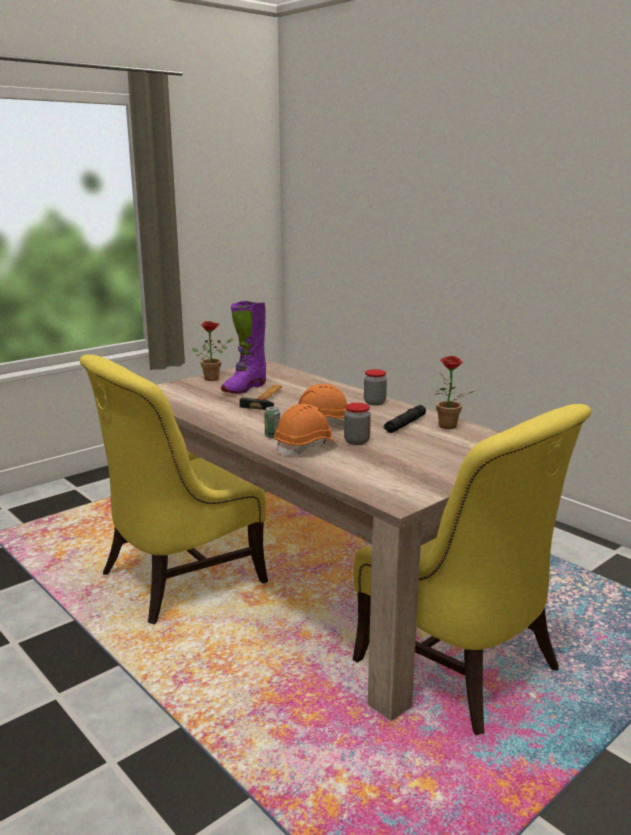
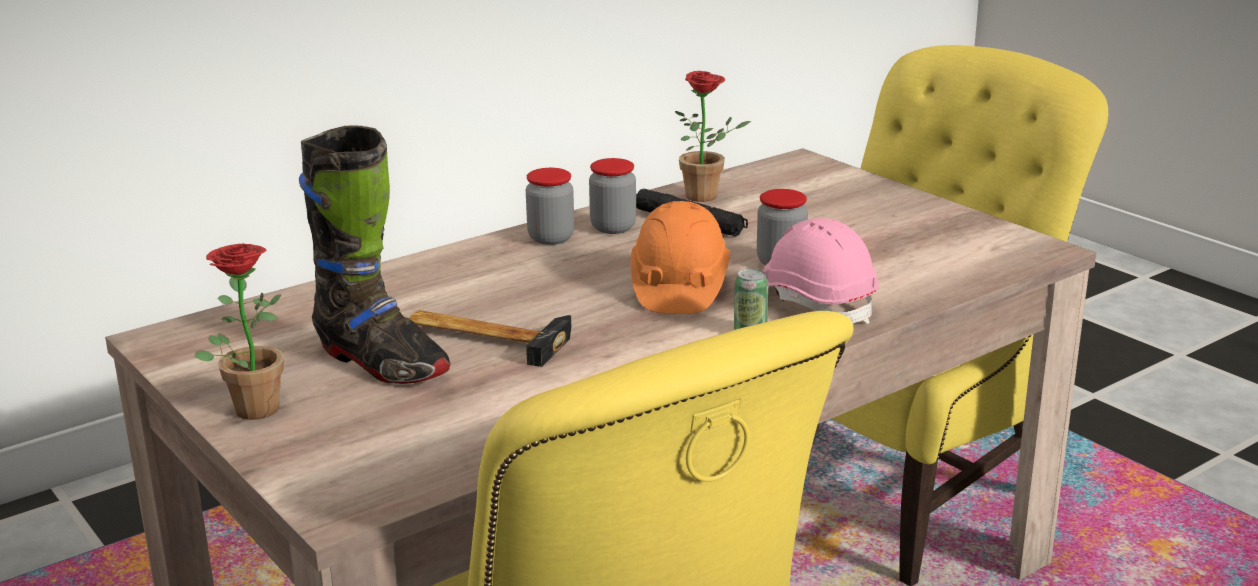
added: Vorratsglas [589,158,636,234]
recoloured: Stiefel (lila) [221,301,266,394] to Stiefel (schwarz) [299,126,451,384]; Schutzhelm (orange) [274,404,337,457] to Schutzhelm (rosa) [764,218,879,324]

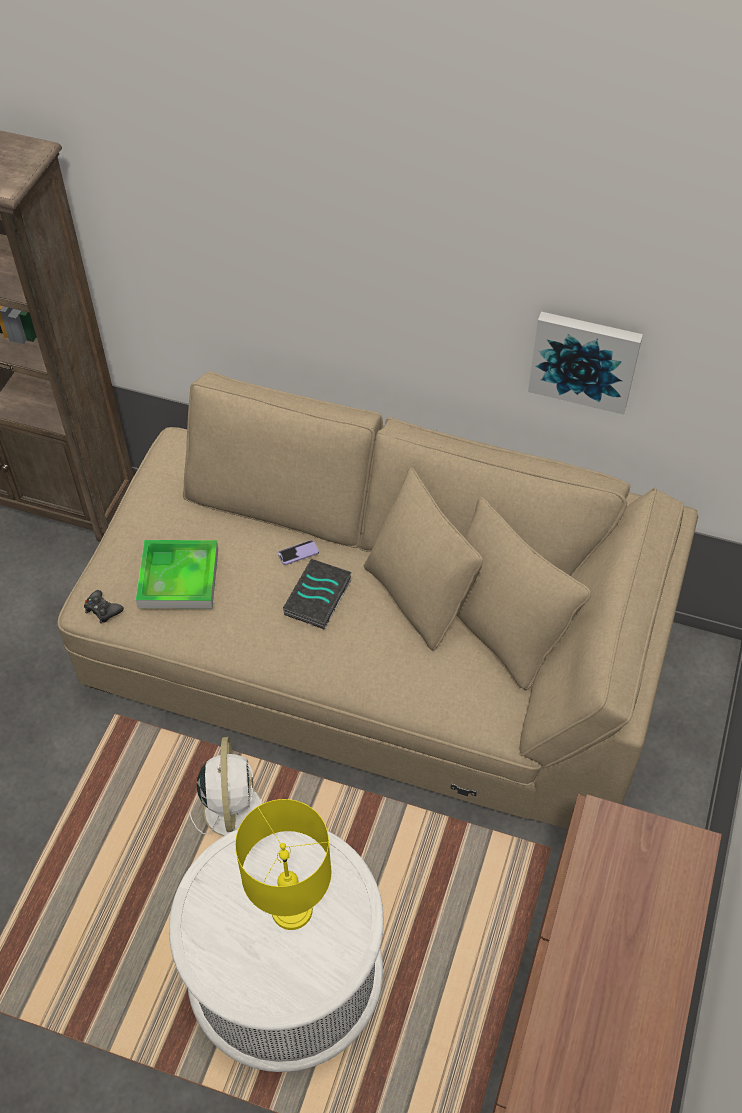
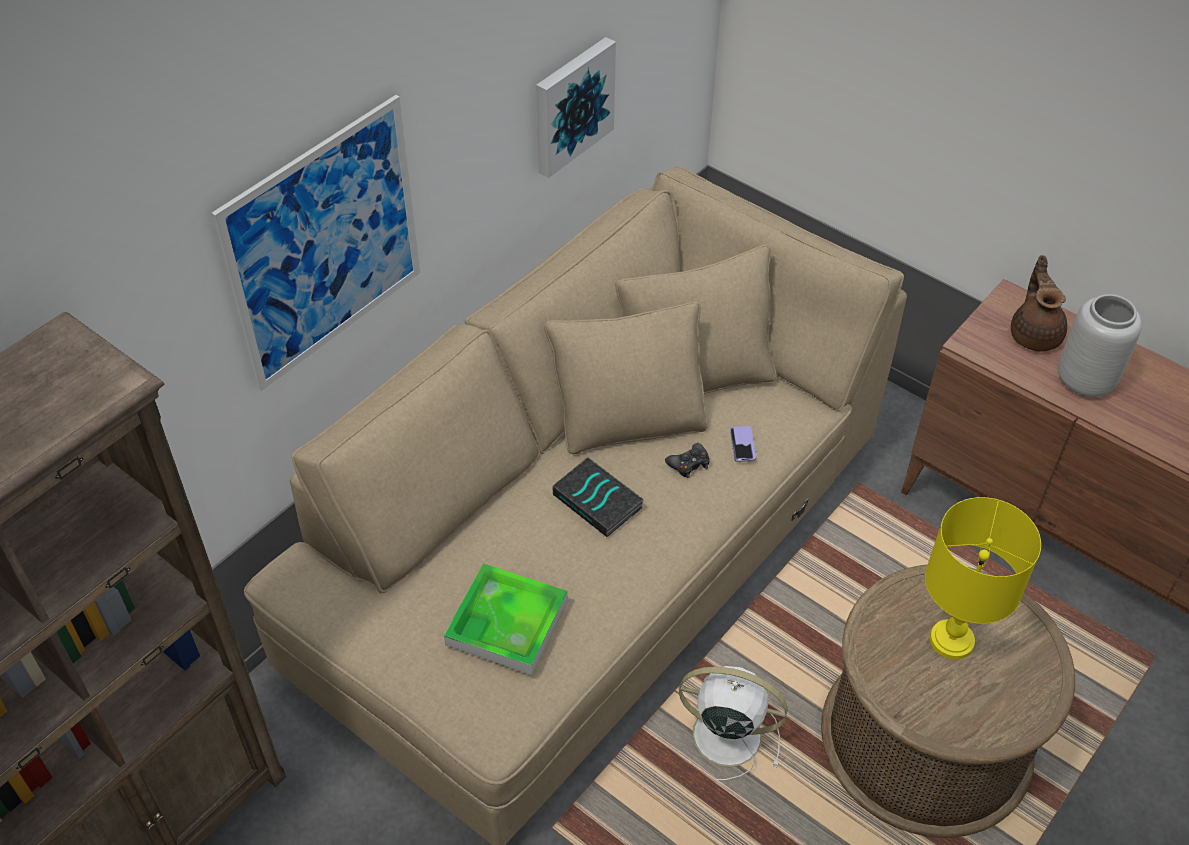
added: Bild [211,95,420,391]; Teekanne (braun) [1011,255,1067,351]; Vase (grau) [1058,294,1142,397]
moved: Gamepad (schwarz) [84,590,124,624] to [665,443,709,478]; Handy [278,540,319,565] to [730,426,756,462]
recoloured: Couchtisch (weiß) [169,829,384,1072] to Couchtisch (braun) [821,564,1075,838]

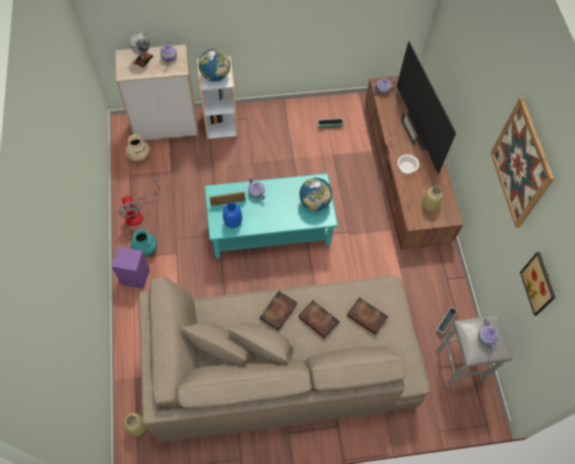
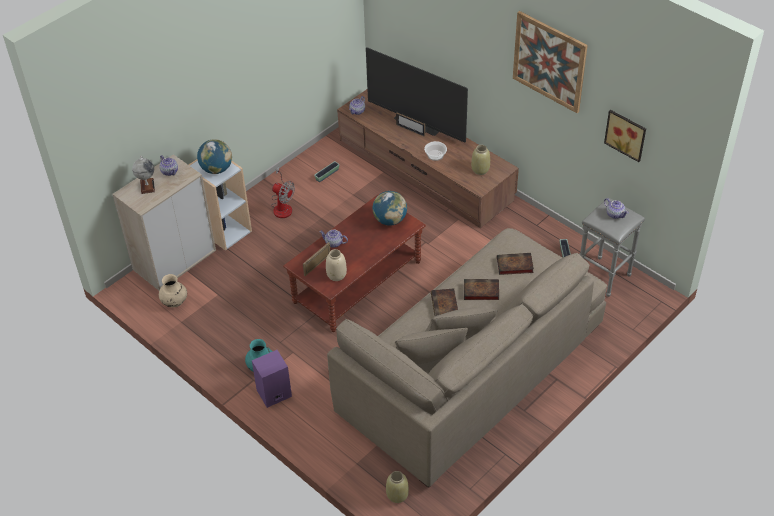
moved: Ventilator [118,177,159,226] to [271,166,295,218]
recoloured: Couchtisch (türkis) [205,173,338,259] to Couchtisch (braun) [283,194,426,332]; Vase (blau) [223,202,242,228] to Vase (beige) [326,249,347,281]

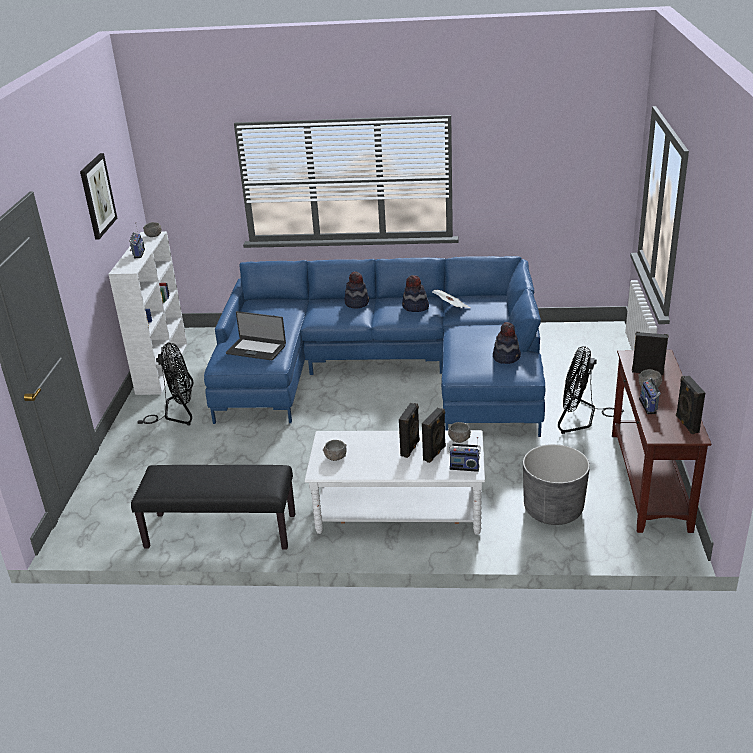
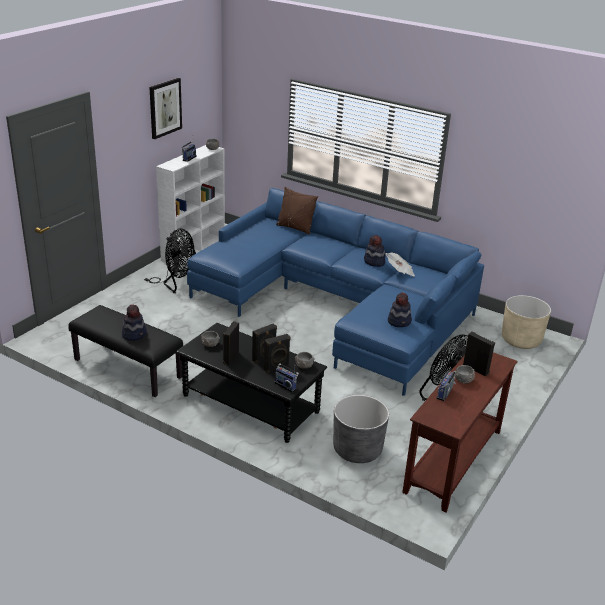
removed: Laptop [226,311,286,360]
added: Kissen (braun) [276,187,318,234]; Pflanzkübel (beige) [502,295,551,349]
moved: Hut [345,272,369,309] to [122,304,147,341]; Lautsprecher (schwarz) [676,376,705,434] to [223,321,239,365]
recoloured: Couchtisch (weiß) [305,430,485,535] to Couchtisch (schwarz) [176,323,327,443]

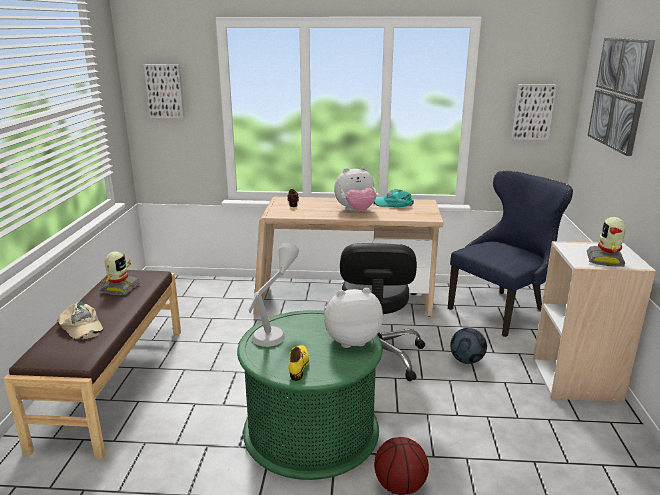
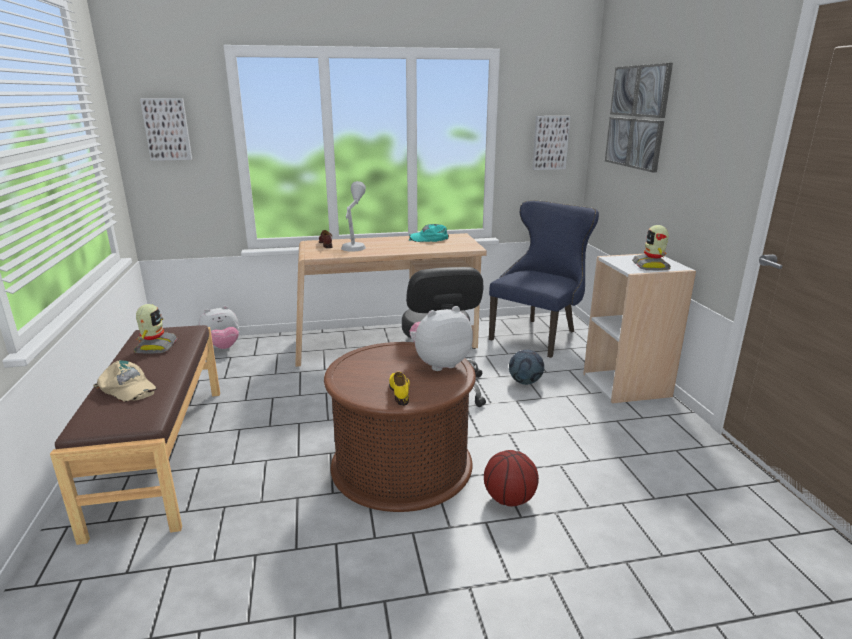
moved: Plüschtier [334,167,376,211] to [198,306,239,349]; Tischlampe (grau) [248,243,299,347] to [341,181,366,252]
recoloured: Couchtisch (grün) [237,310,383,480] to Couchtisch (braun) [324,342,476,512]

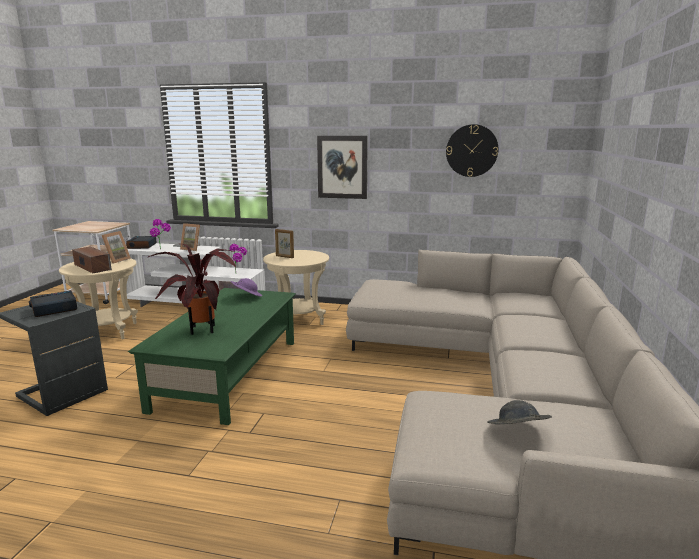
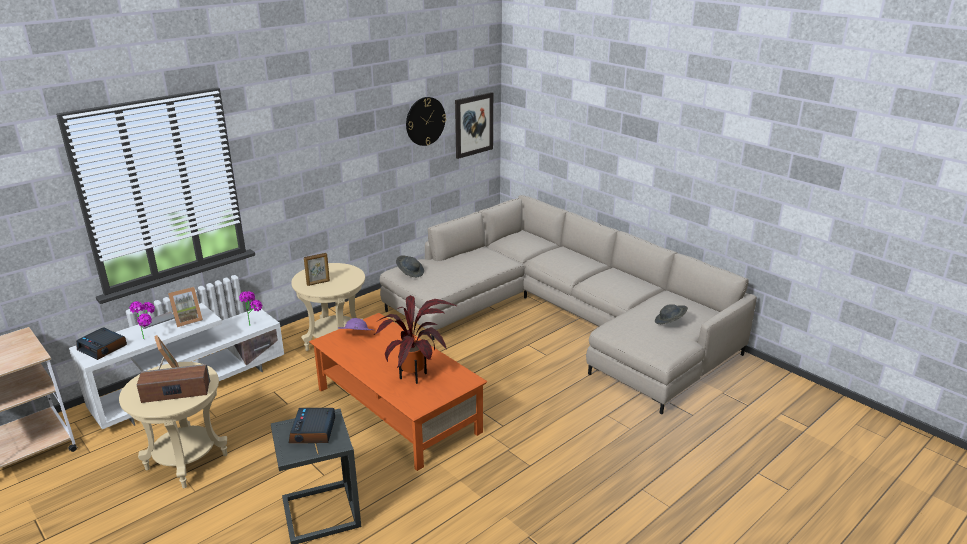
added: Hut (grau) [396,255,424,277]
moved: Bild [317,136,368,199] to [455,92,493,159]
recoloured: Couchtisch (grün) [128,288,296,425] to Couchtisch (orange) [309,313,488,471]

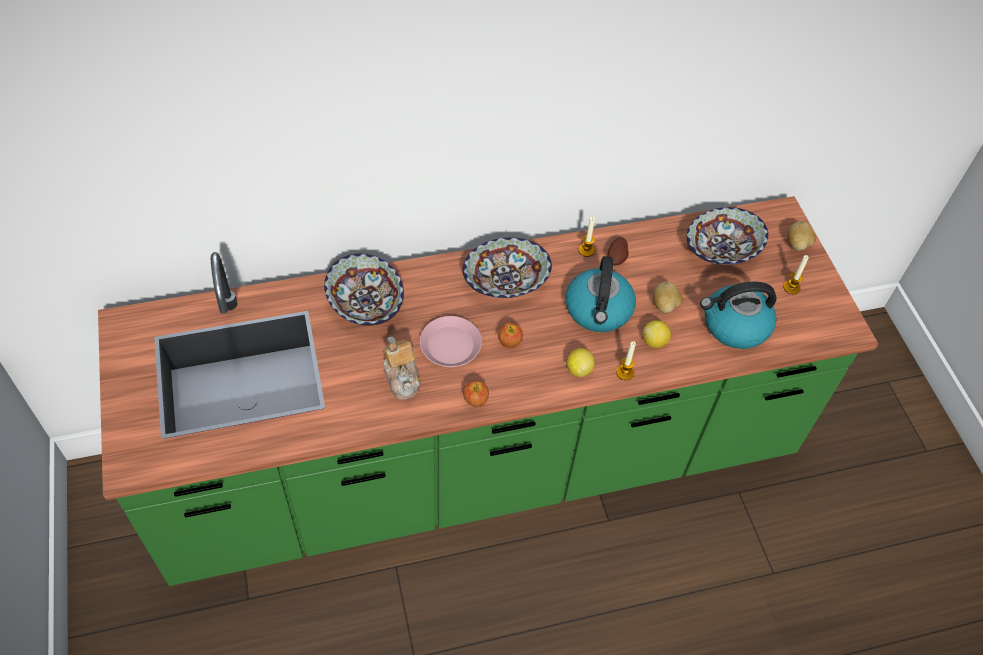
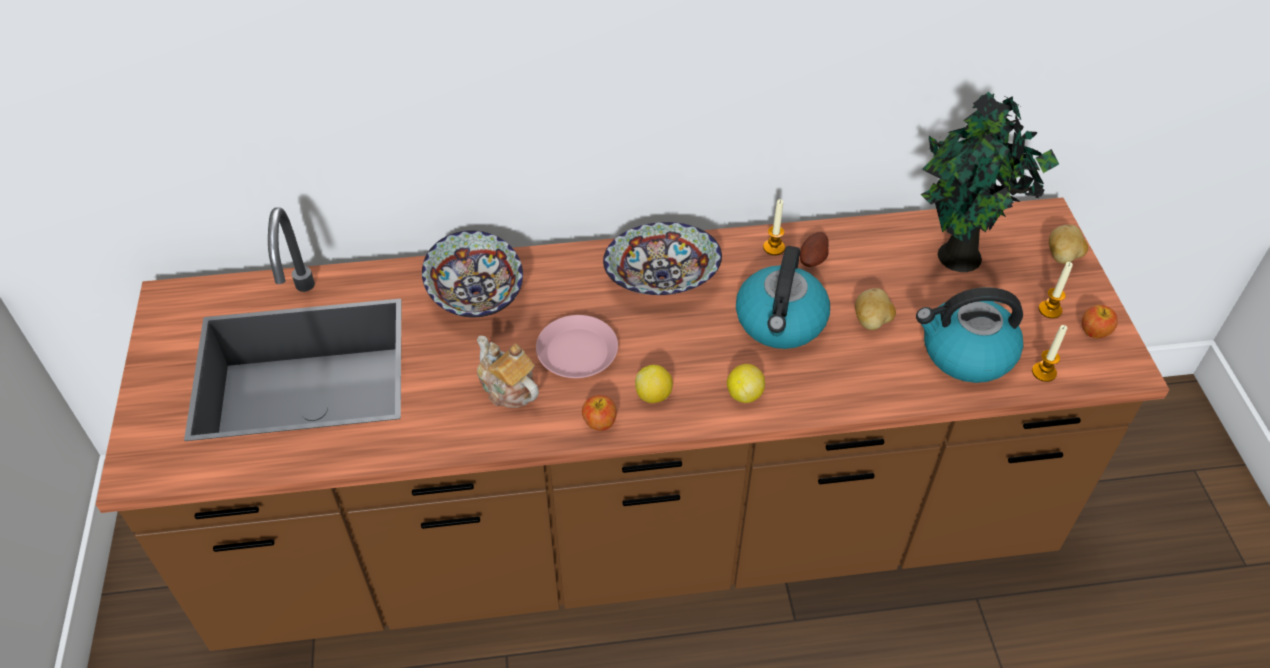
moved: Zitrone [643,320,671,348] to [635,365,673,403]; Kerze [616,341,636,380] to [1032,325,1067,382]; Apfel [498,323,523,348] to [1082,305,1118,338]
replaced: Schüssel [687,207,768,265] to Topfpflanze [921,92,1059,272]
recoloured: Küchenzeile (grün) [98,196,878,586] to Küchenzeile (braun) [95,197,1170,651]
turned: Teekanne [383,337,420,400] = [477,336,539,408] 150 degrees clockwise

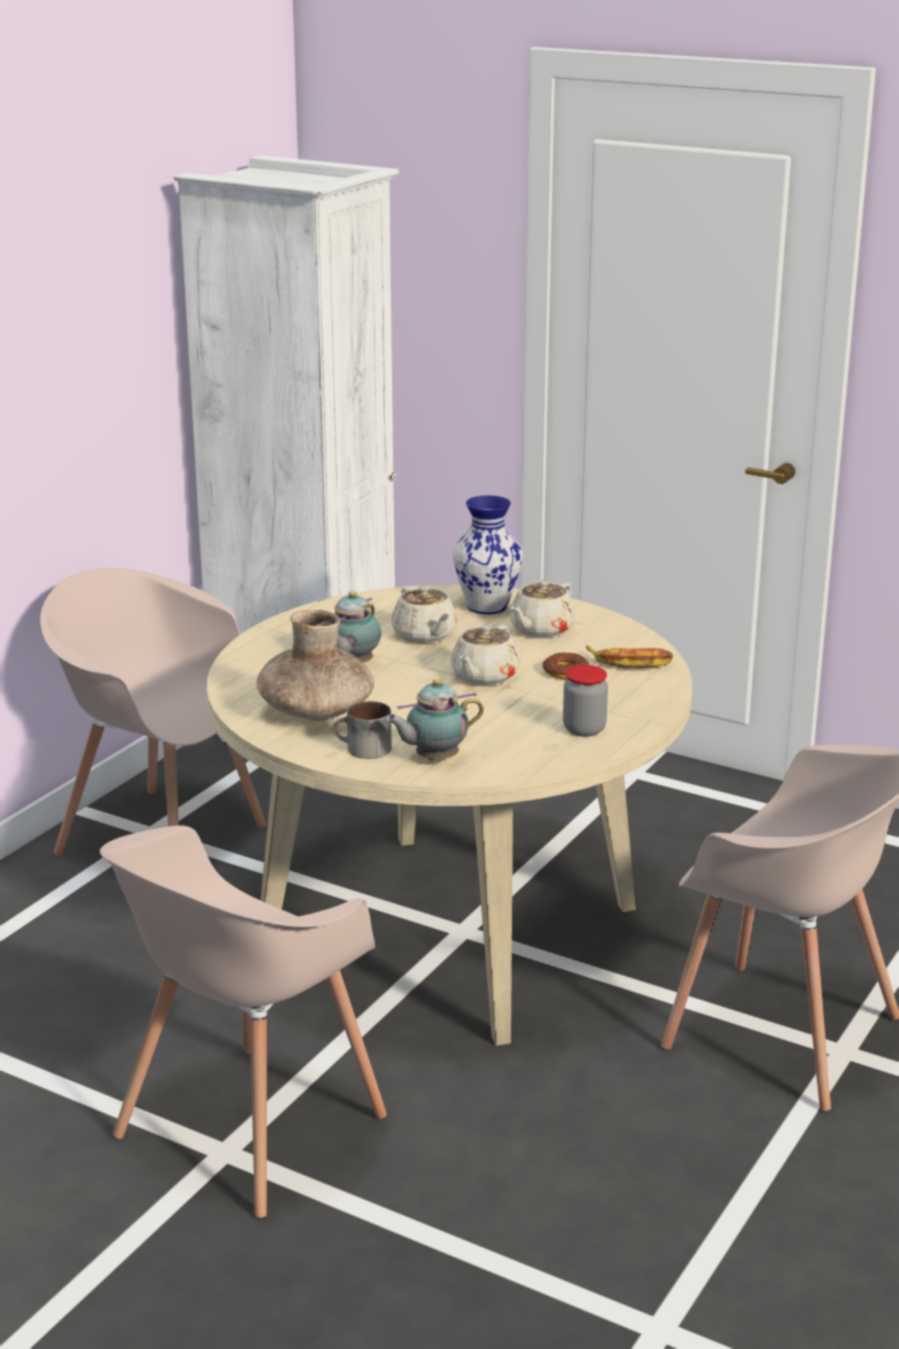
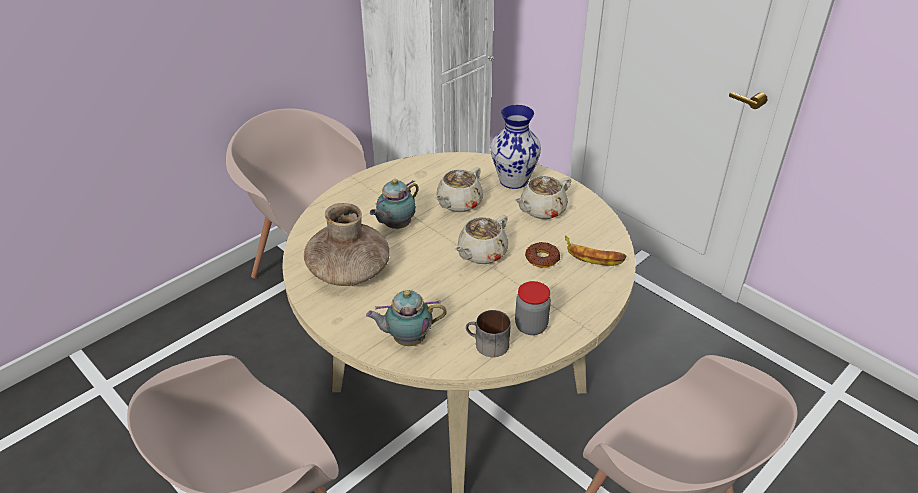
moved: Henkelbecher [332,701,392,759] to [466,310,511,357]
turned: Teekanne (beige) [391,585,457,643] = [436,167,483,212] 45 degrees clockwise

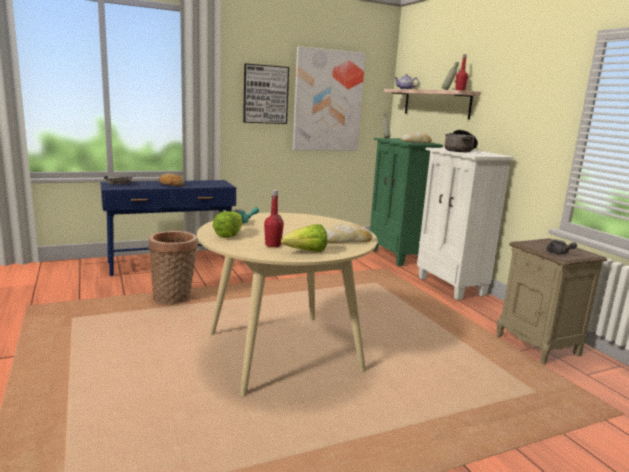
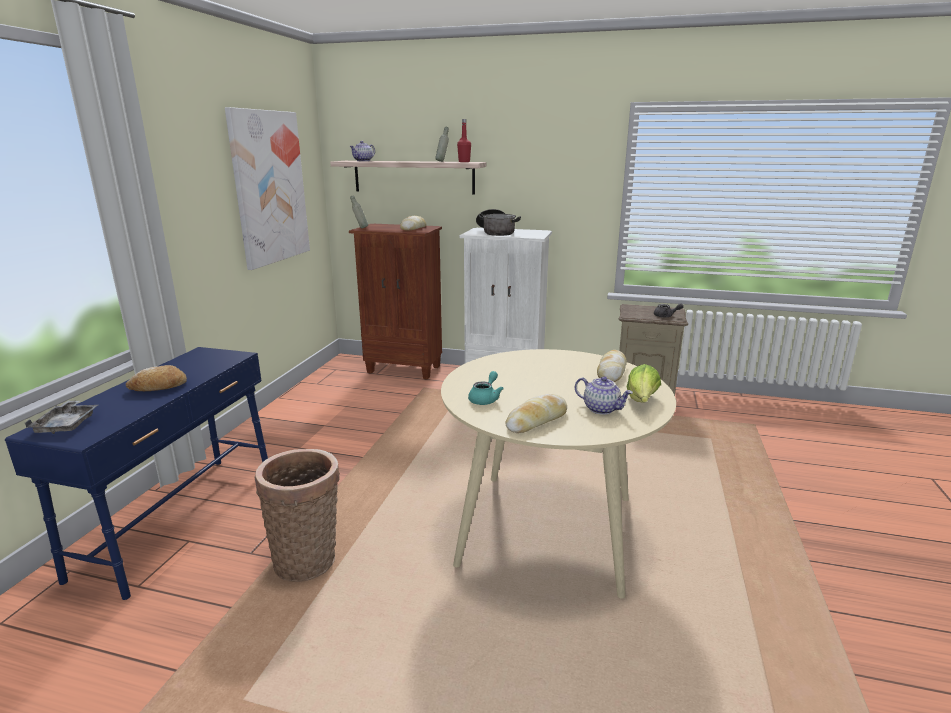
removed: Bild [243,63,289,124]
replaced: Salatkopf [212,211,242,238] to Brot [505,394,567,433]; Flasche (rot) [264,190,284,247] to Teekanne [575,376,633,415]
recoloured: Schrank (grün) [370,138,443,266] to Schrank (braun) [349,224,442,380]

